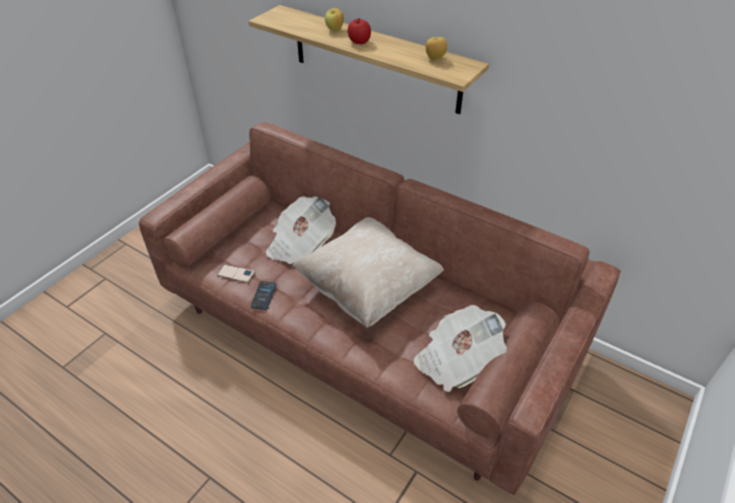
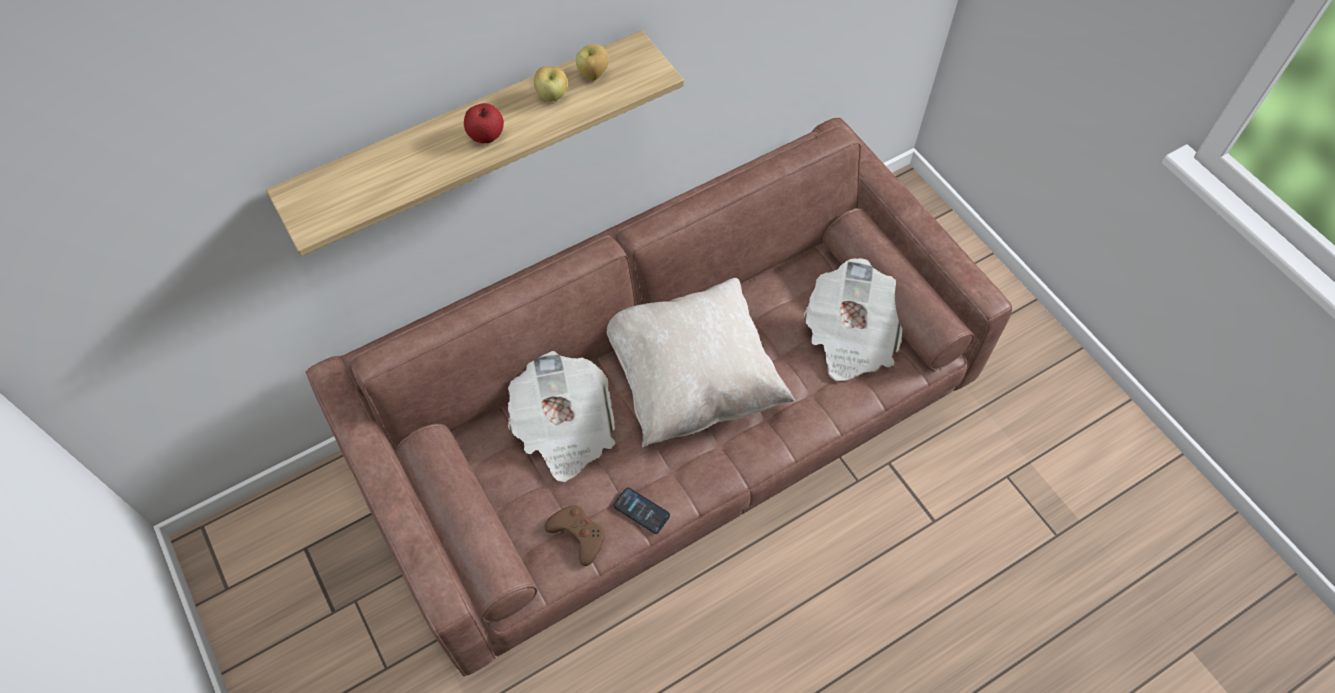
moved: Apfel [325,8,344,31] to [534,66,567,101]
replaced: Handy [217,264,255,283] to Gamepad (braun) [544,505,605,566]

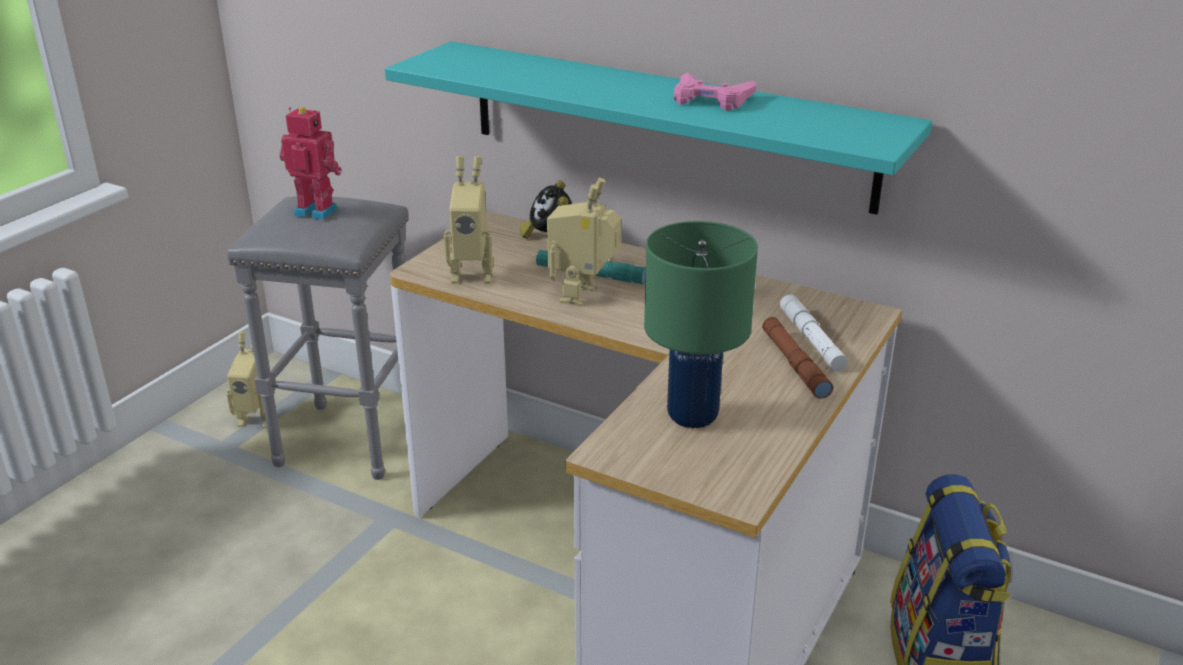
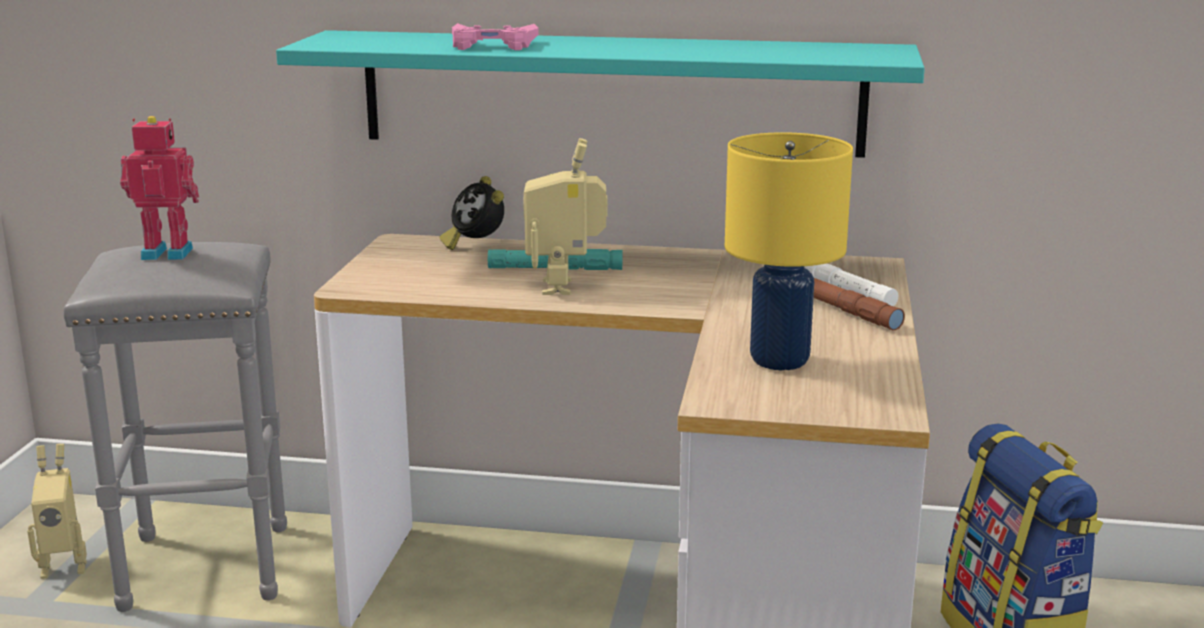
removed: Spielzeugroboter [443,156,493,284]
moved: Gamepad (rosa) [674,73,756,111] to [452,23,539,50]
recoloured: Tischlampe (grün) [644,221,758,428] to Tischlampe (gelb) [725,132,853,370]

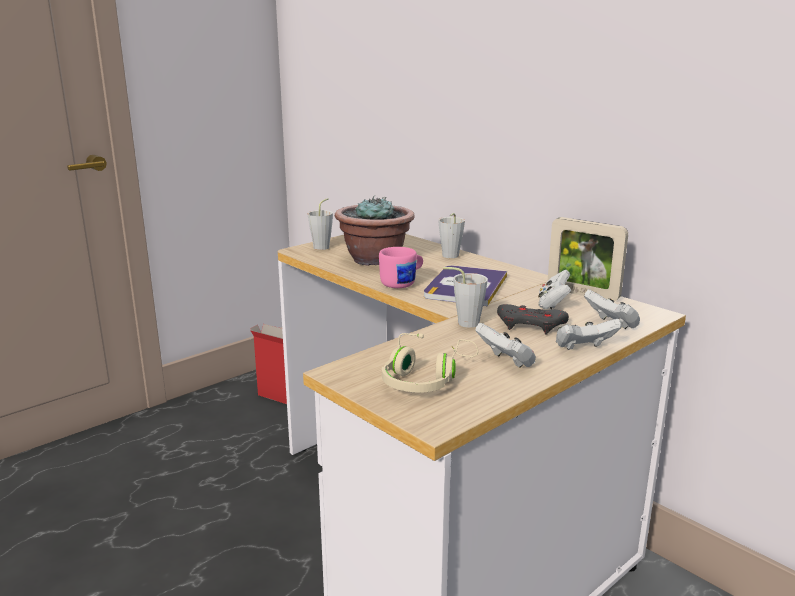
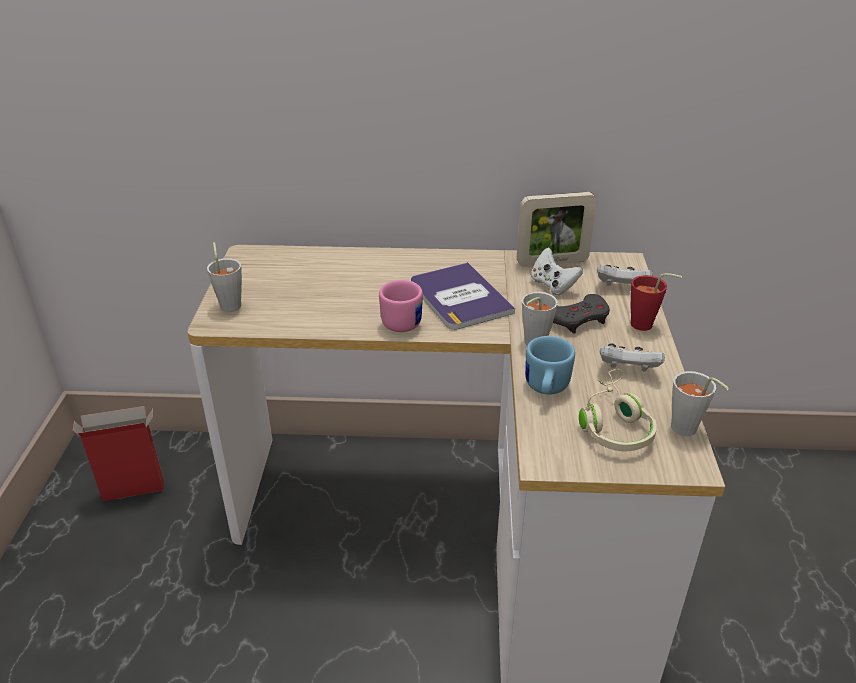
removed: Topfpflanze [335,195,415,266]
added: Henkelbecher (blau) [525,336,575,394]
moved: Tasse (grau) [438,213,465,258] to [671,371,729,436]
replaced: Gamepad (weiß) [556,319,622,350] to Tasse (rot) [631,273,682,331]

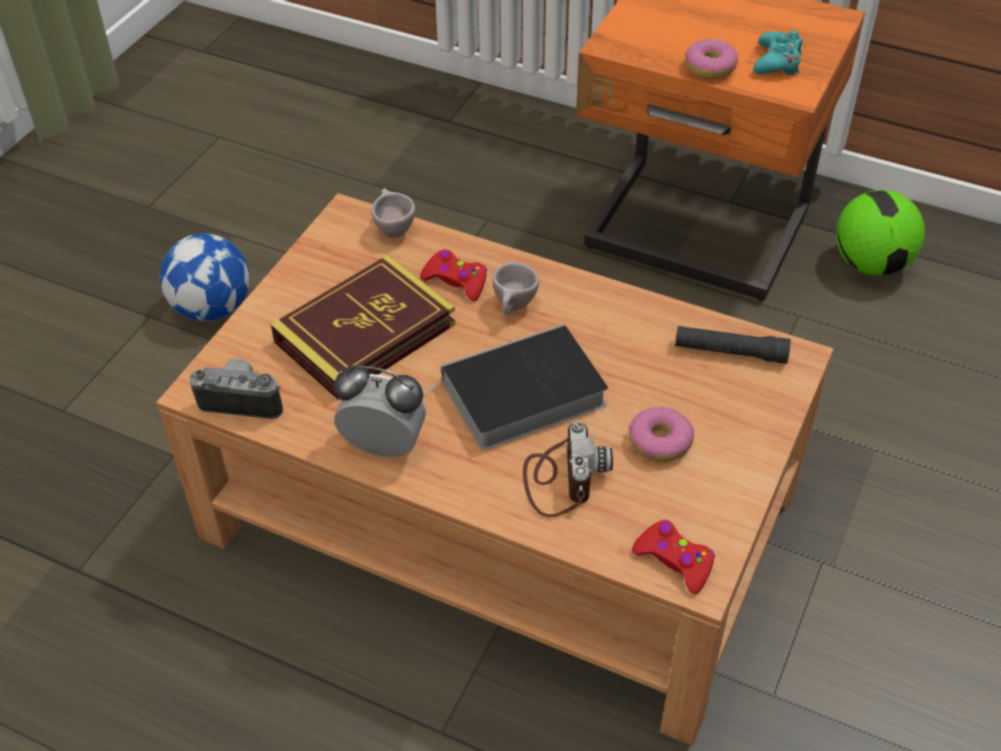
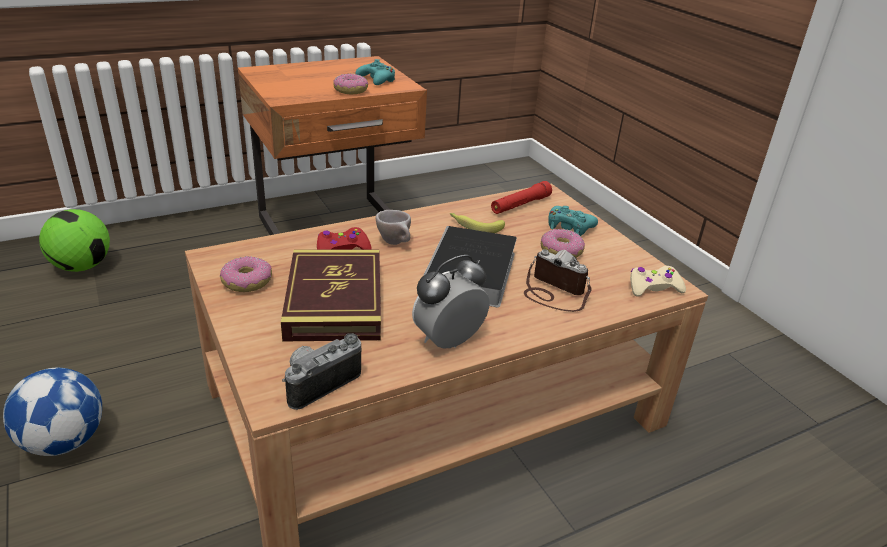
removed: Tasse (beige) [371,188,415,238]
added: Donut [220,256,272,292]; Banane [450,213,505,233]; Gamepad (türkis) [548,206,598,236]
moved: Fußball [836,190,925,275] to [39,209,110,272]
recoloured: Taschenlampe (schwarz) [675,326,791,364] to Taschenlampe (rot) [491,181,552,214]; Gamepad (rot) [632,520,715,594] to Gamepad (beige) [630,266,686,297]

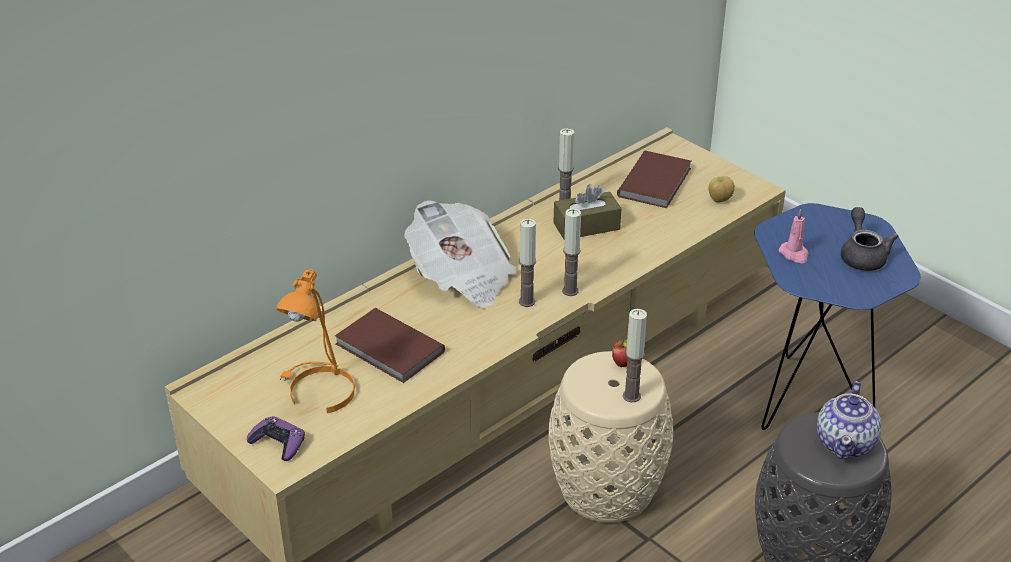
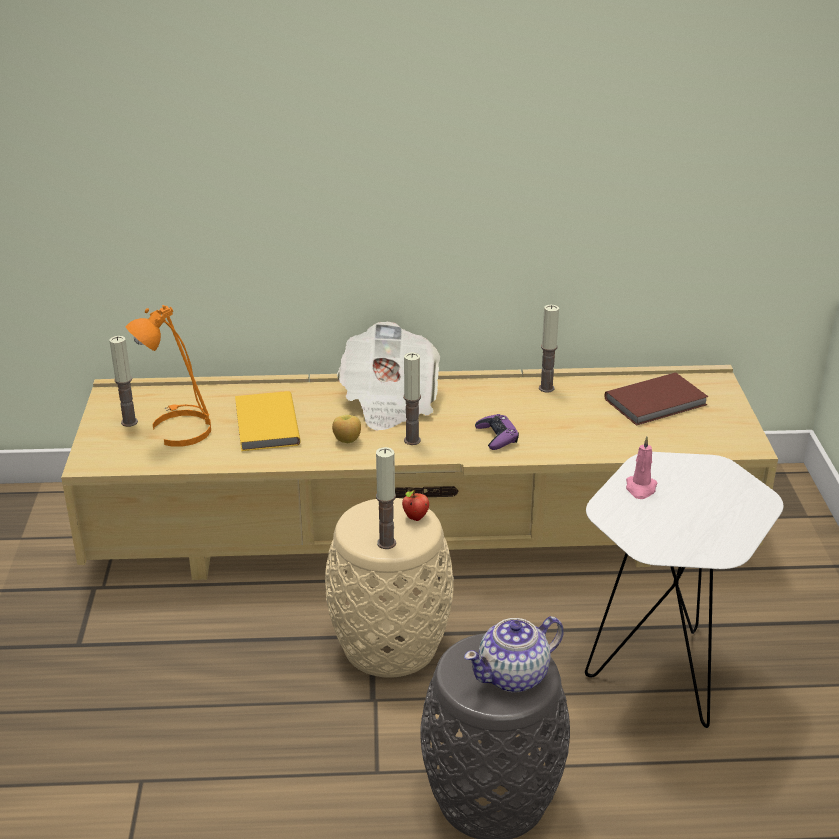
removed: Taschentuchbox (braun) [553,184,622,239]; Teekanne (grau) [841,207,899,271]
moved: Kerze [562,208,581,296] to [109,336,138,427]; Apfel [708,176,735,203] to [332,415,361,443]; Gamepad (lila) [247,416,305,461] to [475,414,519,450]
recoloured: Buch (braun) [335,308,445,383] to Buch (gelb) [235,391,300,451]; Beistelltisch (blau) [754,203,921,430] to Beistelltisch (weiß) [585,452,784,728]

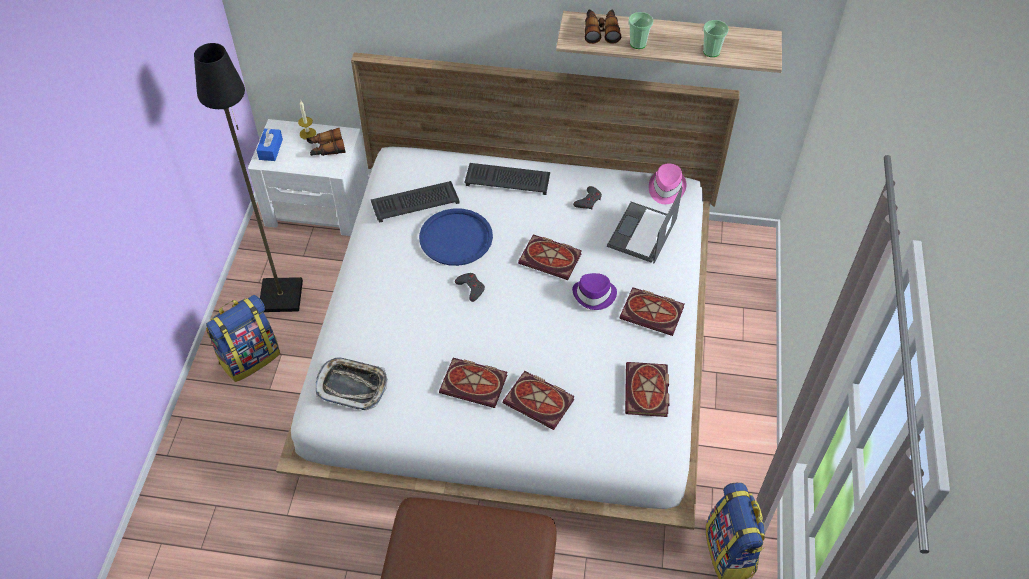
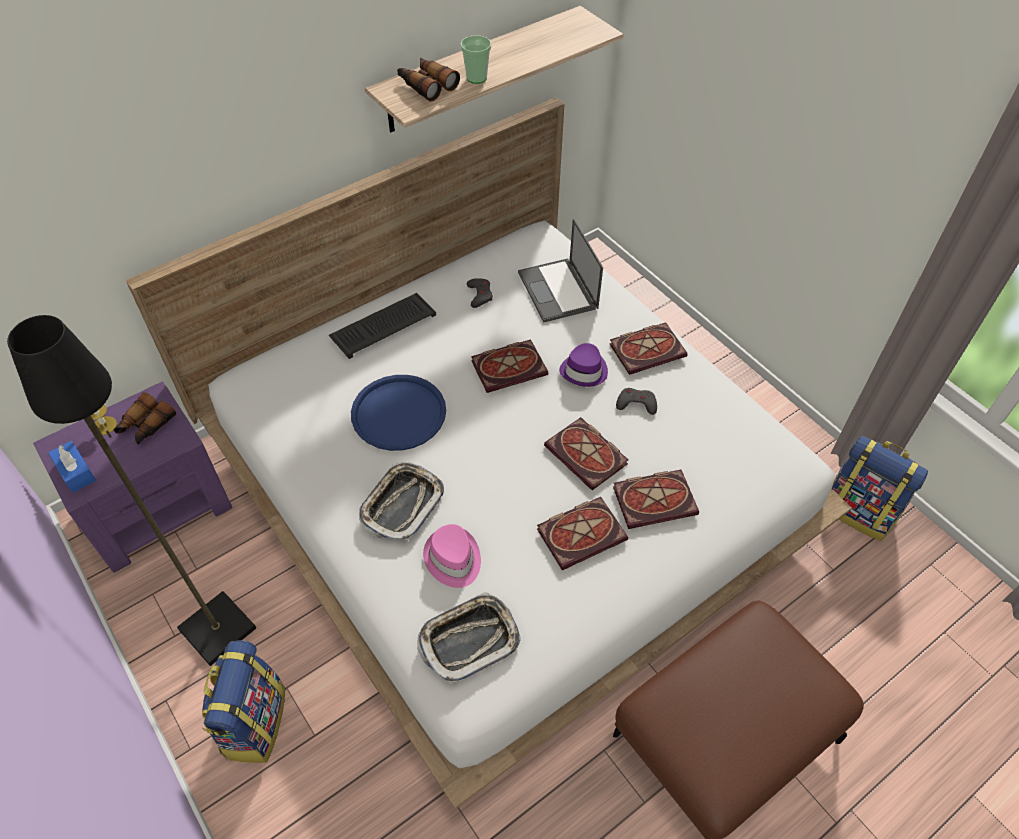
removed: Tastatur [371,181,459,223]; Tasse [703,20,729,57]
added: Tablett [359,463,444,541]
moved: Hut (rosa) [649,164,686,204] to [423,524,481,588]; Buch [625,362,669,417] to [544,417,628,490]; Gamepad (grau) [455,273,485,302] to [616,388,657,415]
recoloured: Nachttisch (weiß) [248,119,368,236] to Nachttisch (lila) [33,381,232,573]

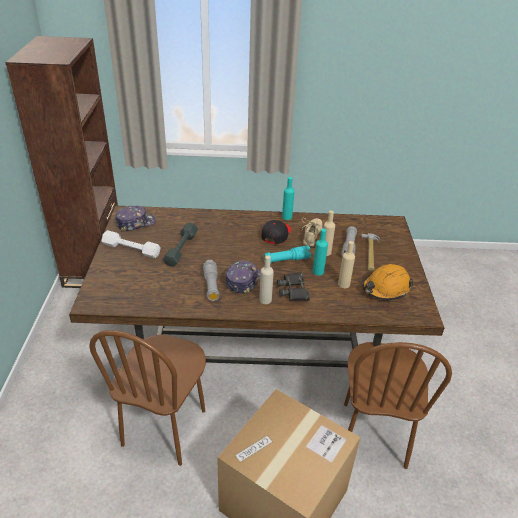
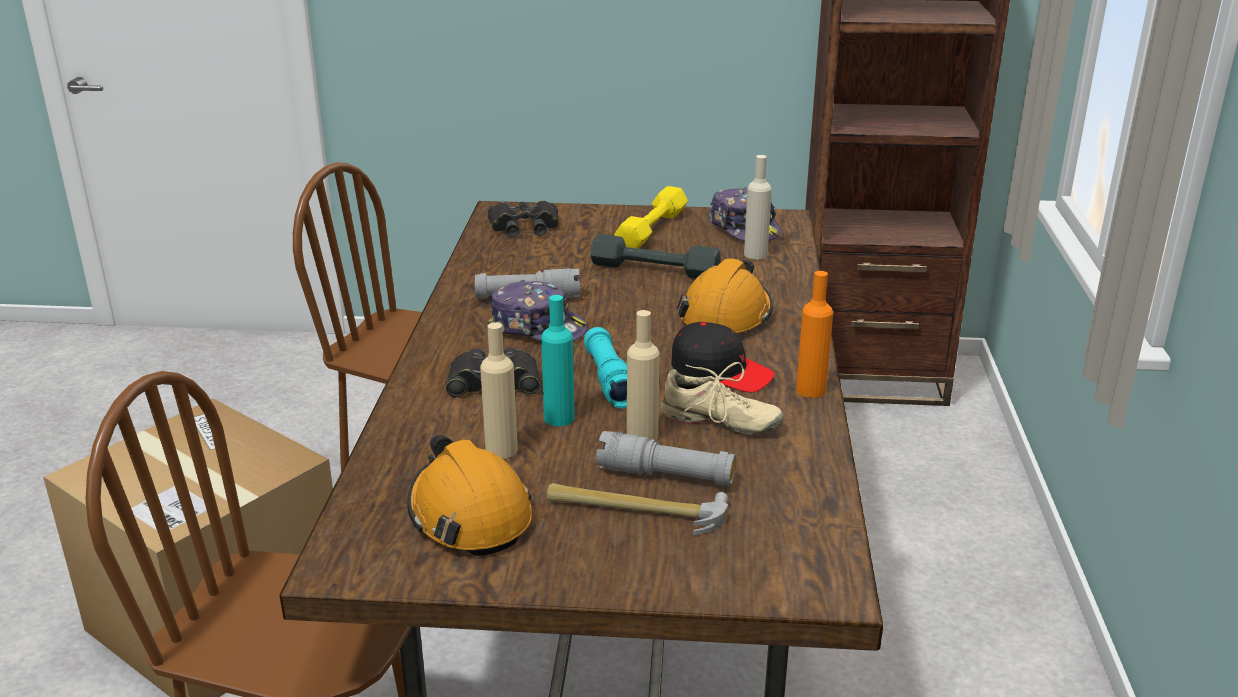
added: Fernglas (schwarz) [488,200,559,238]; Schutzhelm (orange) [677,258,773,333]
moved: Flasche (beige) [259,255,274,304] to [744,155,772,259]
recoloured: Hantel (weiß) [101,230,161,259] to Hantel (gelb) [614,186,688,249]; Flasche (türkis) [282,177,294,220] to Flasche (orange) [796,271,833,398]

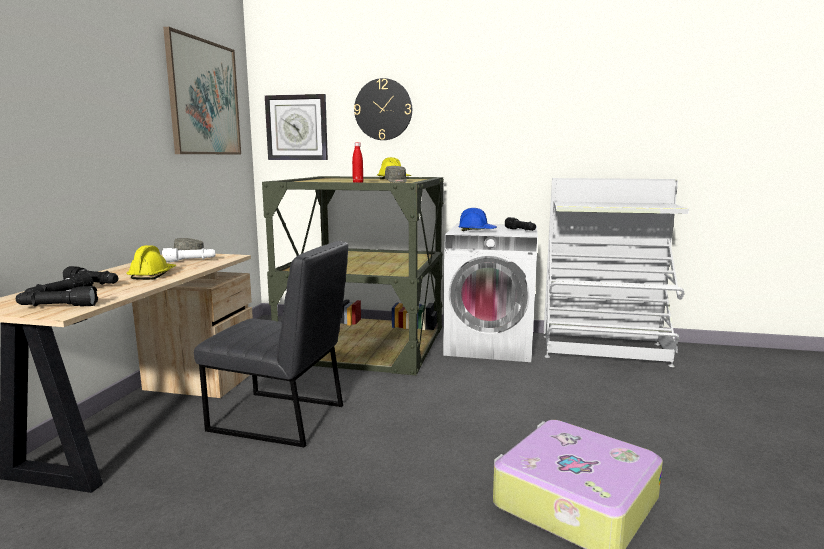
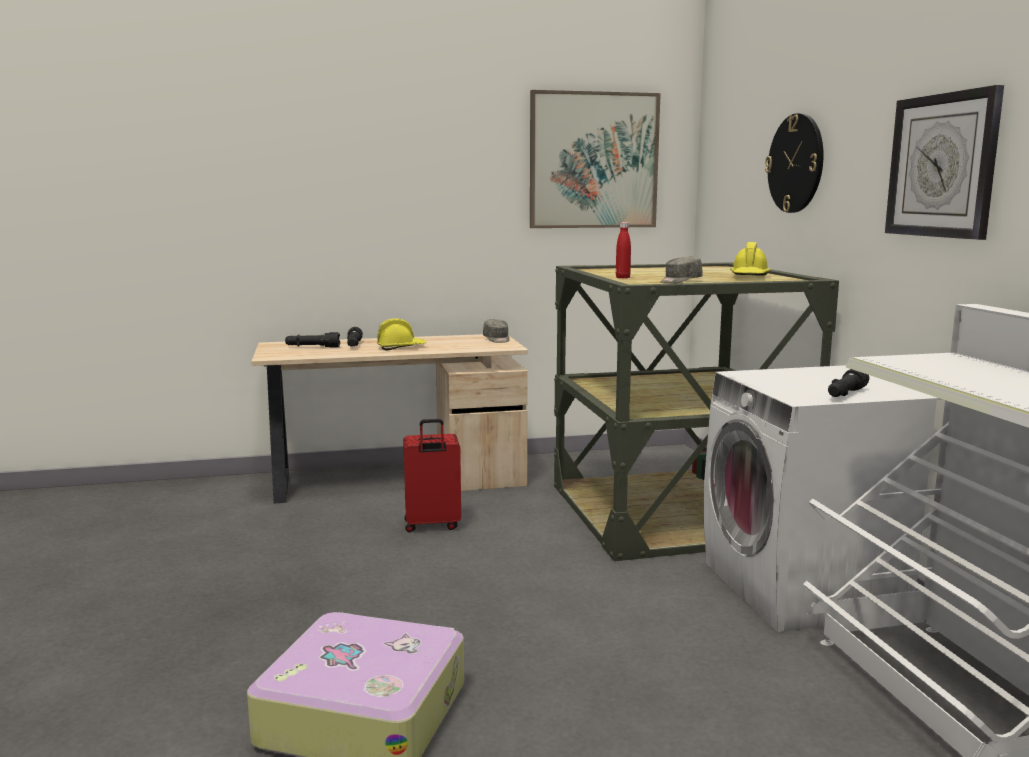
removed: Taschenlampe (schwarz) [16,286,98,307]; Taschenlampe (weiß) [162,248,216,262]; Schutzhelm (blau) [458,208,497,231]
moved: Wanduhr [265,94,328,160] to [885,85,1004,240]
replaced: Stuhl (grau) [194,241,348,447] to Koffer (rot) [403,419,461,532]

